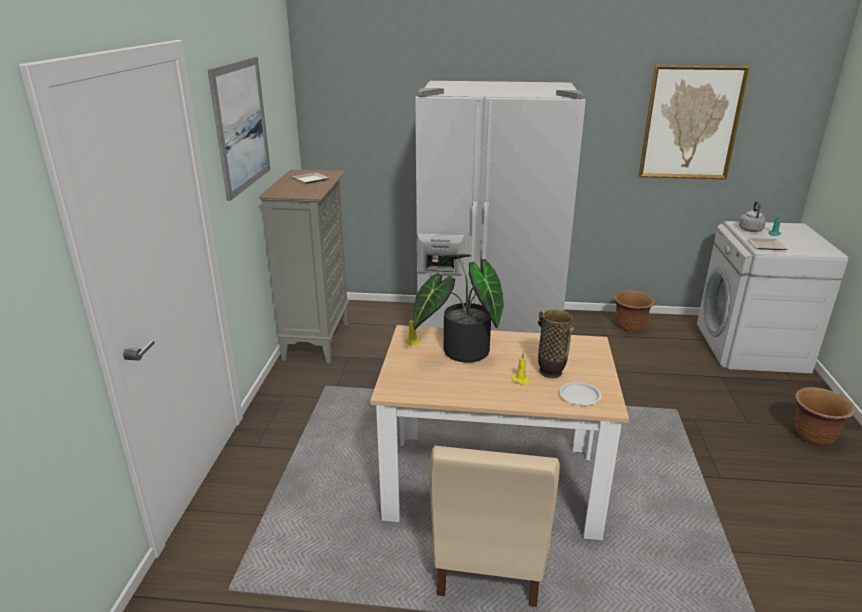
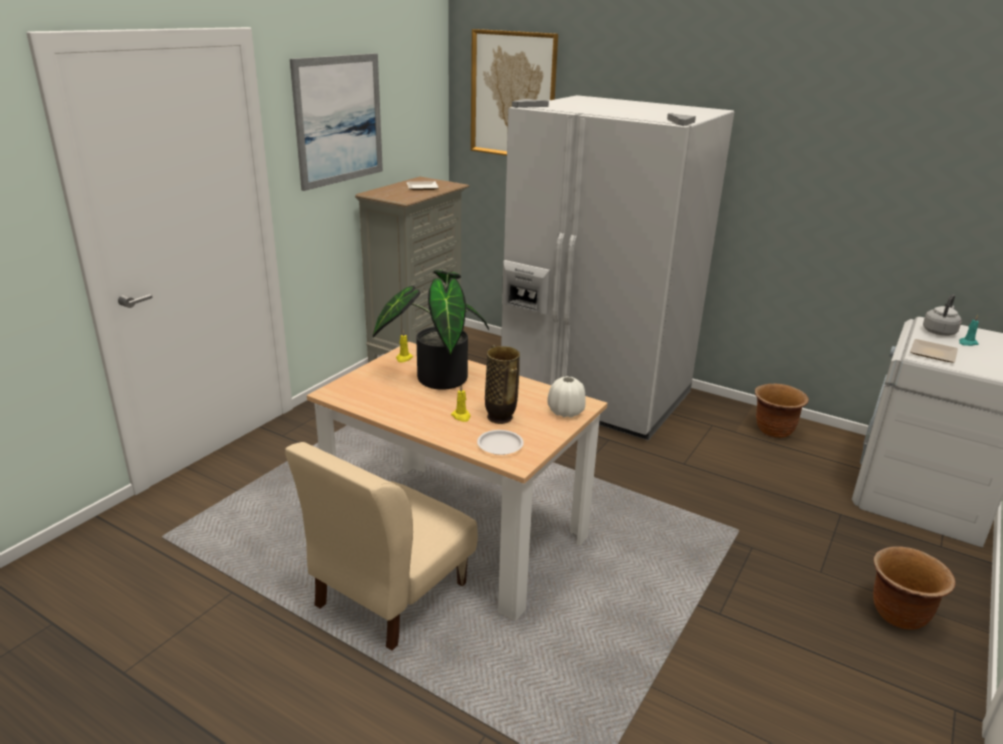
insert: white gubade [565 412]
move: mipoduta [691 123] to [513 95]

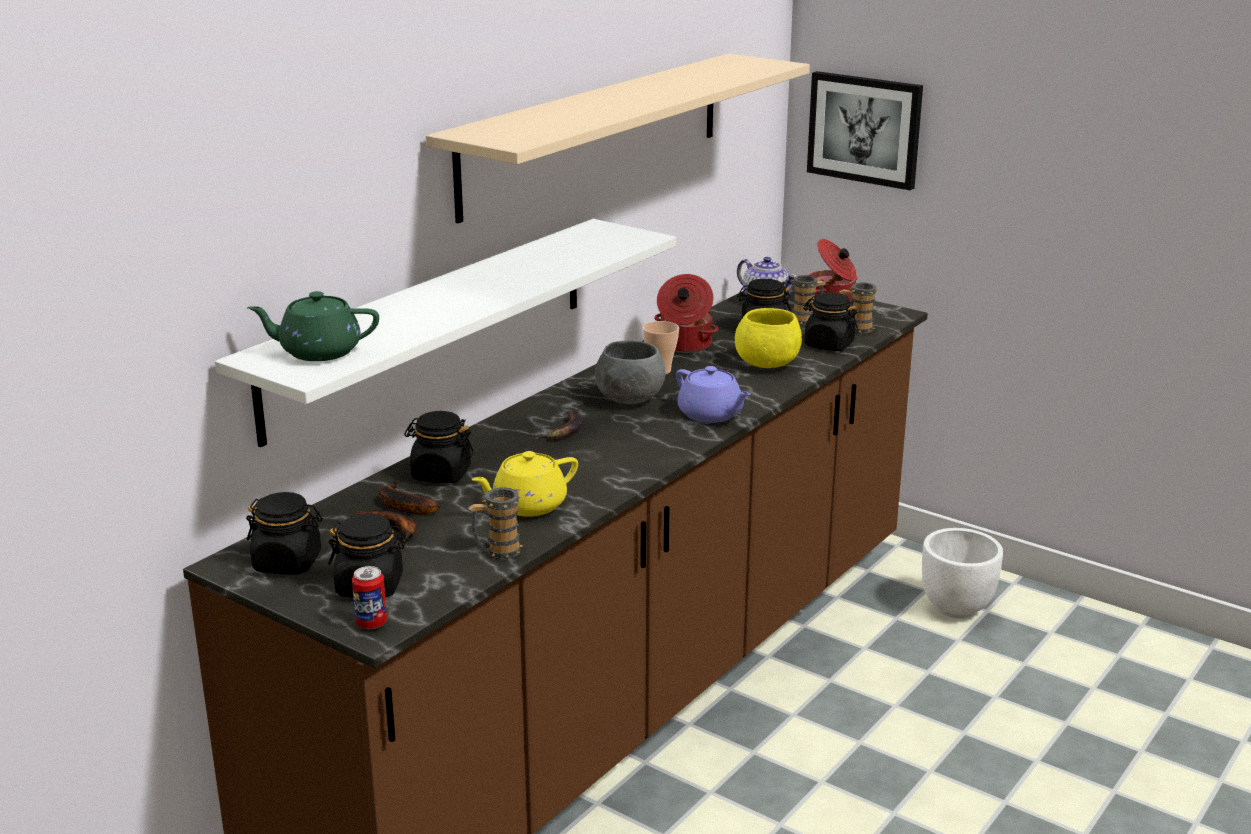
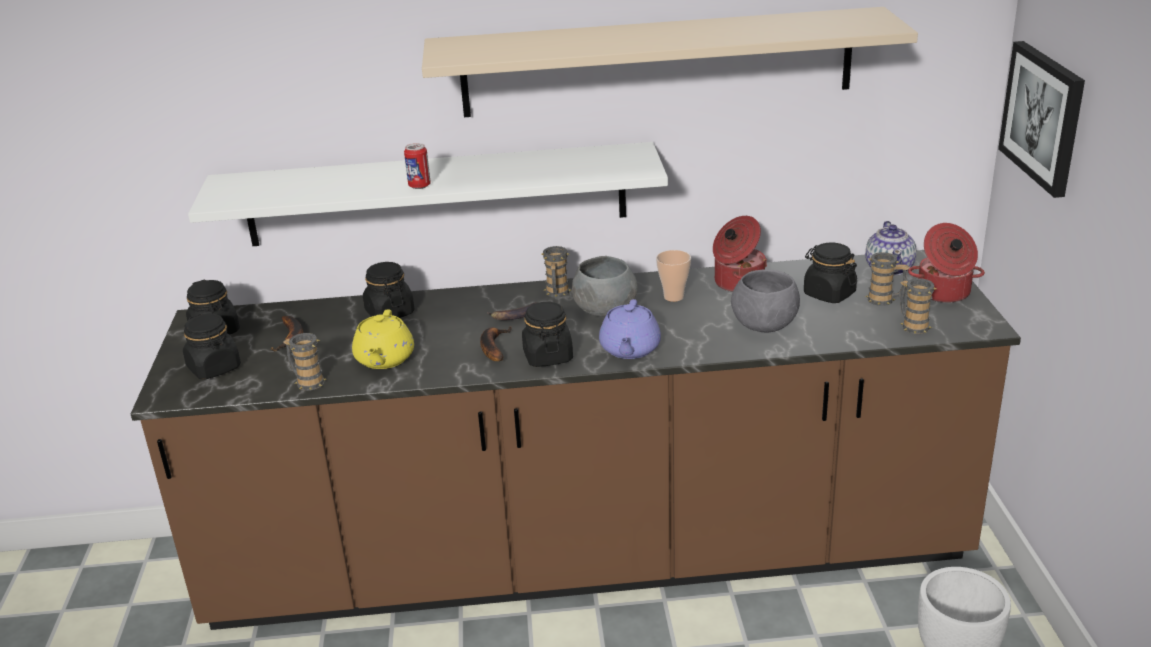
delete: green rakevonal [318 352]
insert: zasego [557 294]
move: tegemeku [371 623] to [419 186]; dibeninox [402 505] to [493 347]; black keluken [828 345] to [547 356]
recolor: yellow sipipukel [767 364] to grey sipipukel [764 326]
rotate: yellow rakevonal [527 505] = [384 359] 105 degrees counterclockwise

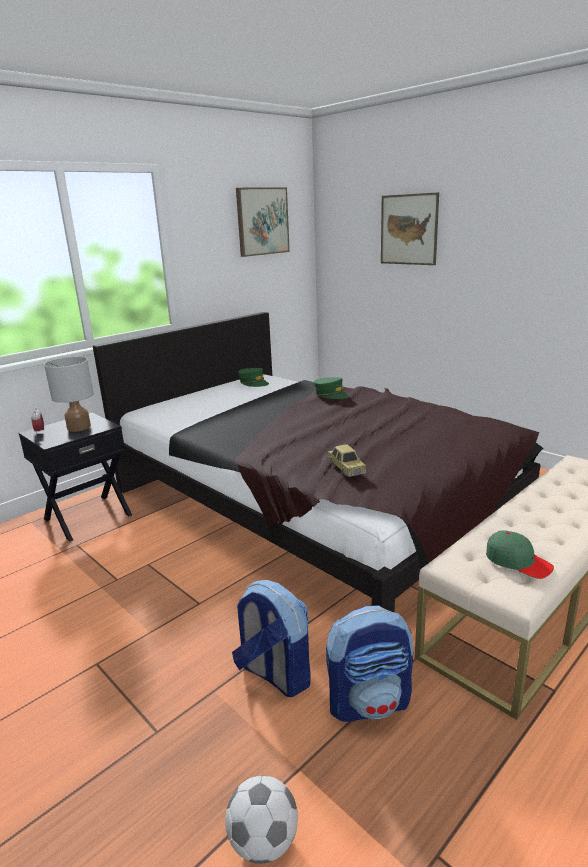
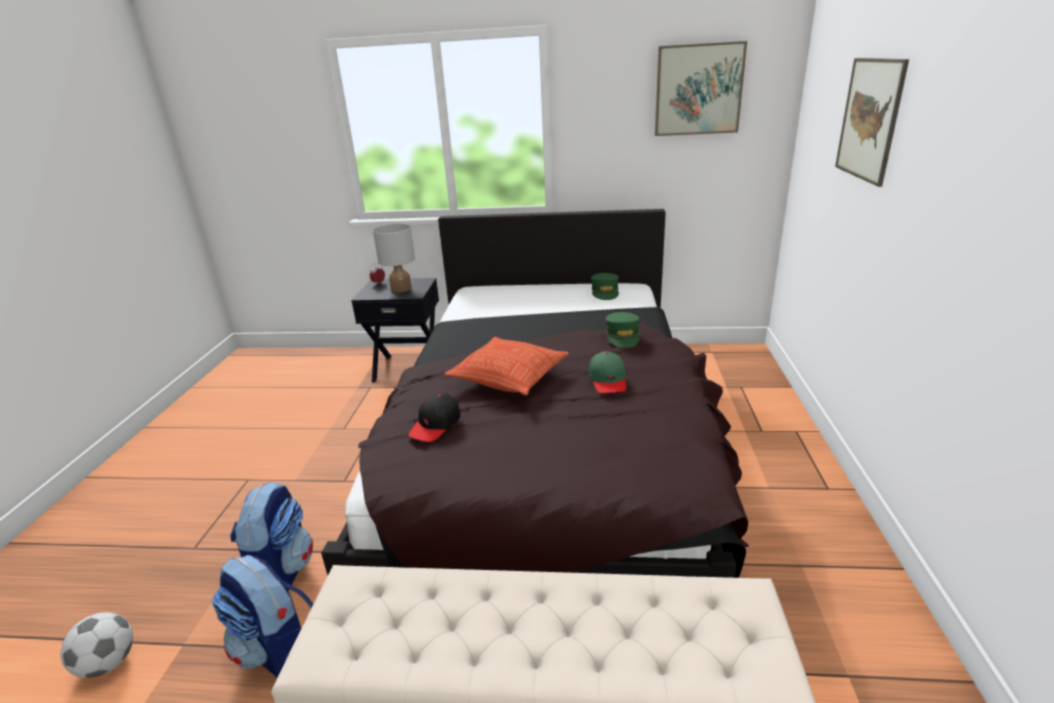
insert: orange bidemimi [509 378]
move: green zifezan [517 561] to [608 380]
replace: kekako [346 467] to black zifezan [435 425]

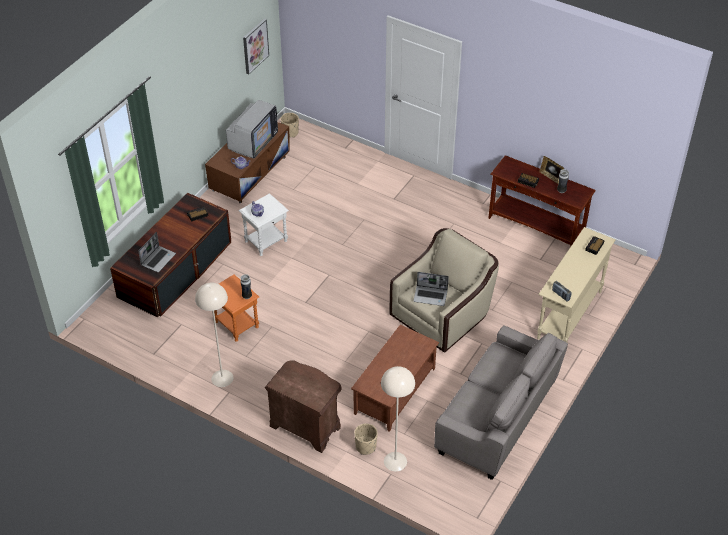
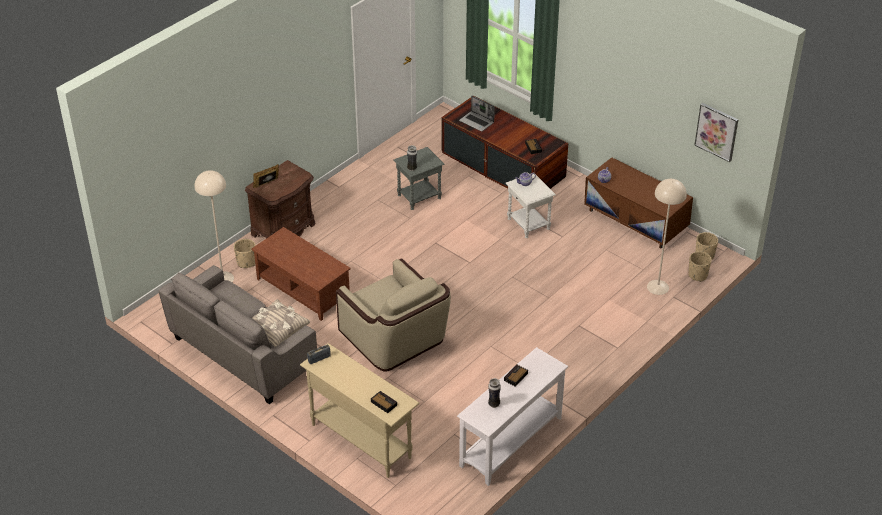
delete: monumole [253 142]; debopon [431 296]
insert: beige bidemimi [277 330]; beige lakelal [697 275]
move: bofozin [551 177] to [267 184]; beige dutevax [222 378] to [657 287]
recolor: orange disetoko [236 324] to grey disetoko [419 196]; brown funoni [536 226] to white funoni [511 442]

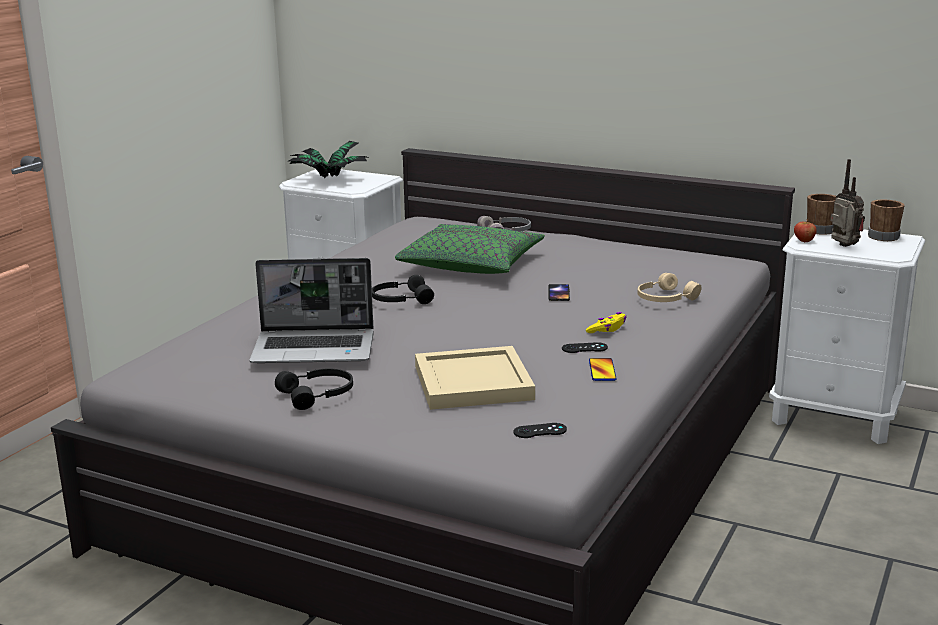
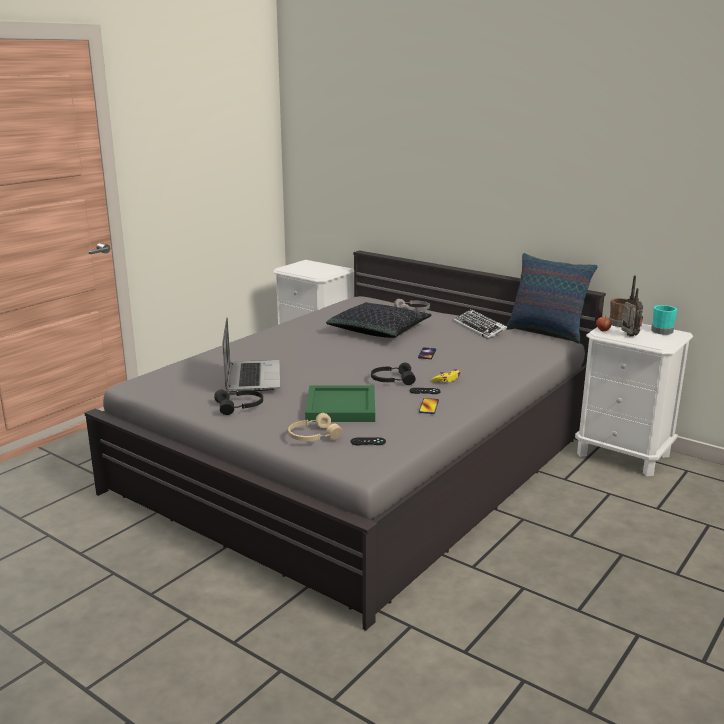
delete: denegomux [329 179]
insert: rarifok [479 328]; blue bidemimi [546 333]
move: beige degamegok [664 299] to [313 436]; black degamegok [400 300] to [392 380]
recolor: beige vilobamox [471 383] to green vilobamox [340 408]; green bidemimi [472 264] to black bidemimi [379 330]; brown zasego [885 236] to turquoise zasego [663 331]
rotate: debopon [315 349] = [252 377] 105 degrees counterclockwise

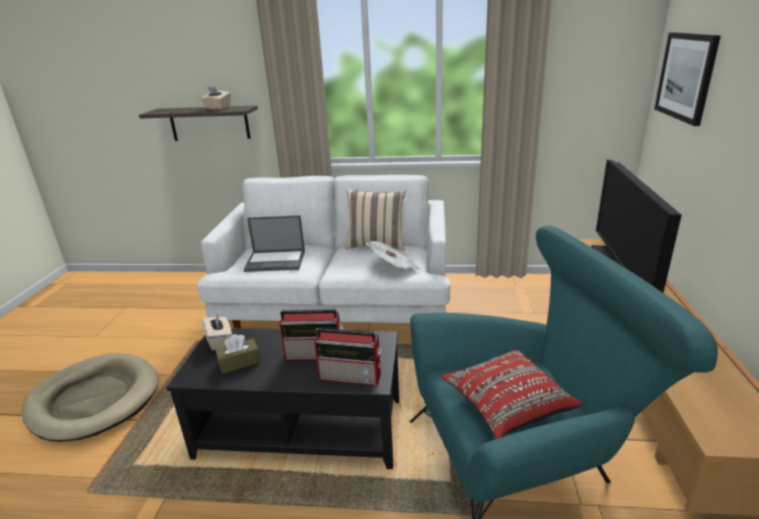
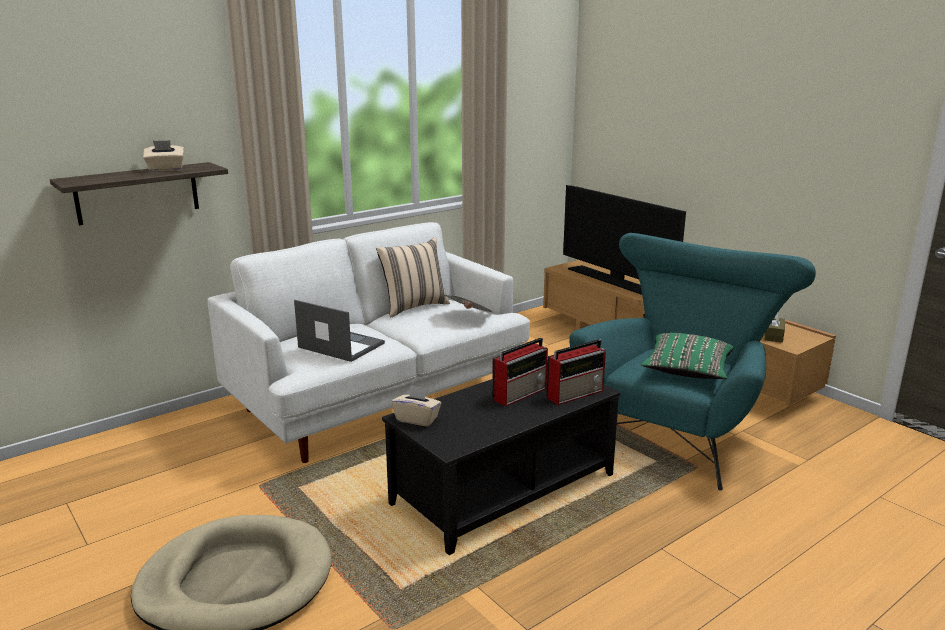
delete: mipoduta [686 76]
move: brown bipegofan [239 362] to [773 335]
recolor: red bidemimi [507 406] to green bidemimi [687 371]
rotate: debopon [276 261] = [340 345] 105 degrees counterclockwise

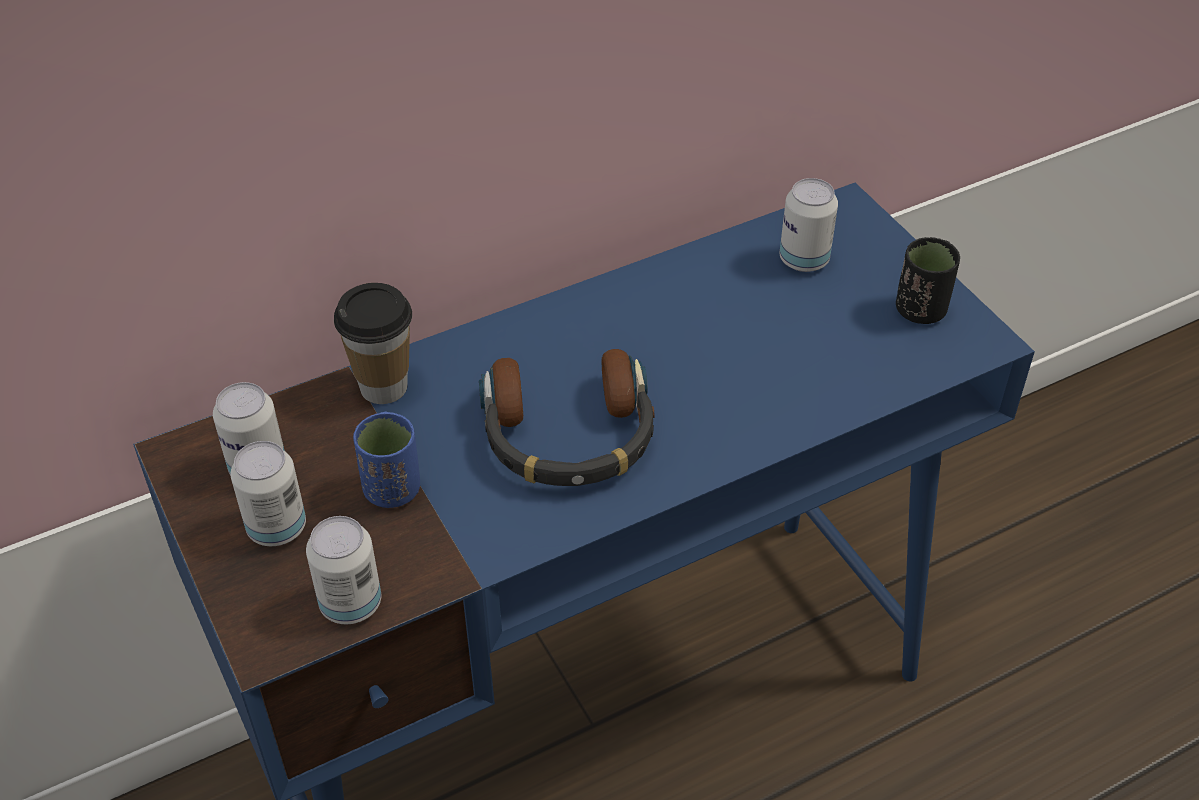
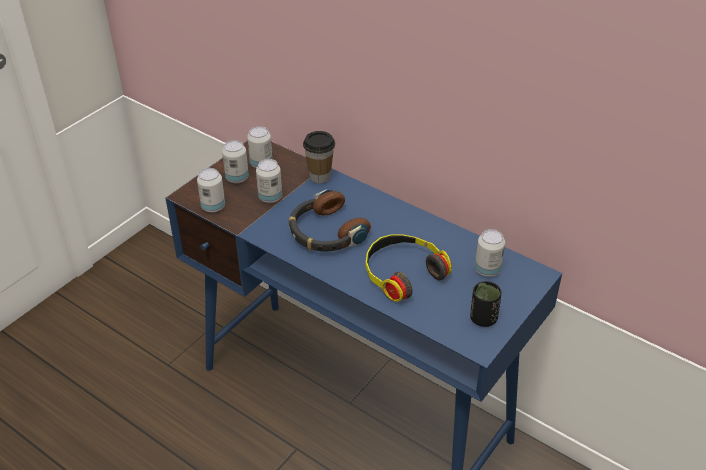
insert: degamegok [402 272]
replace: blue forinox [392 490] to tegemeku [270 197]

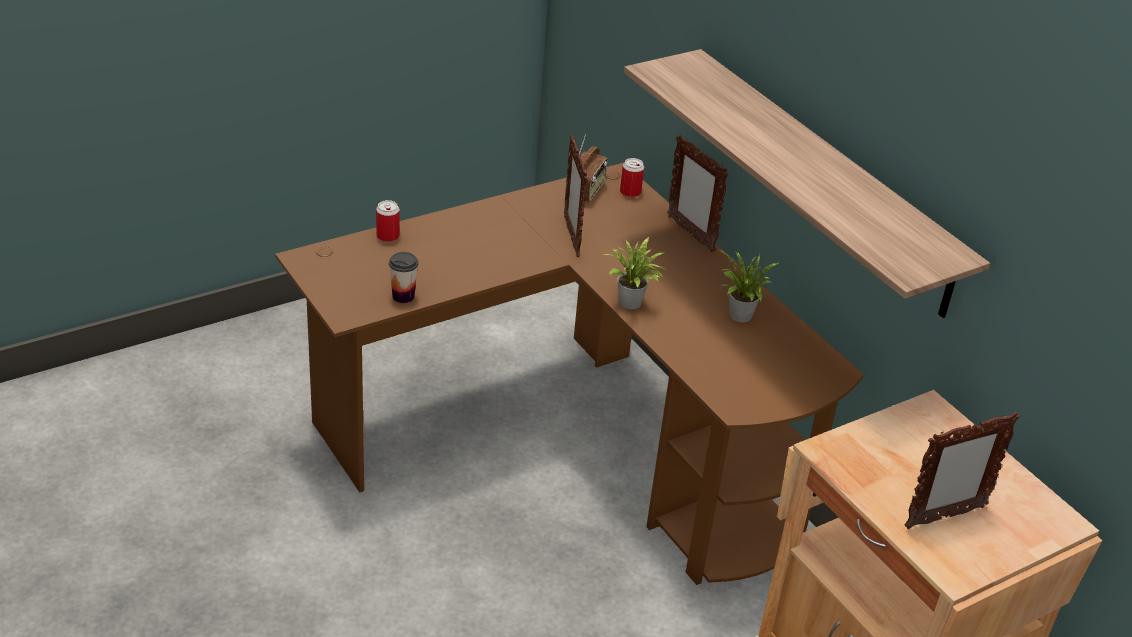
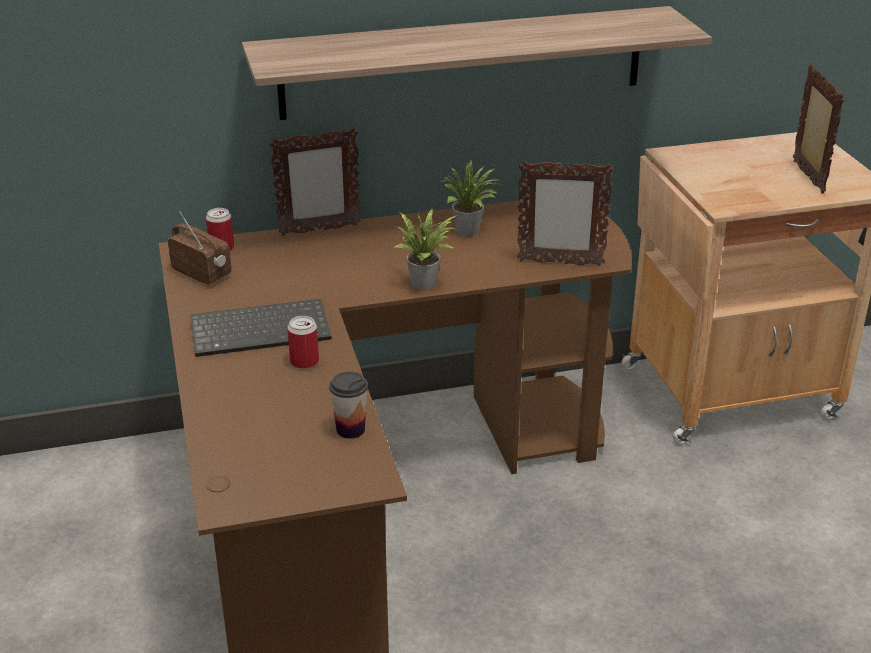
insert: rarifok [262 329]
move: tegemeku [387 236] to [304 362]; bofozin [571 236] to [559 263]

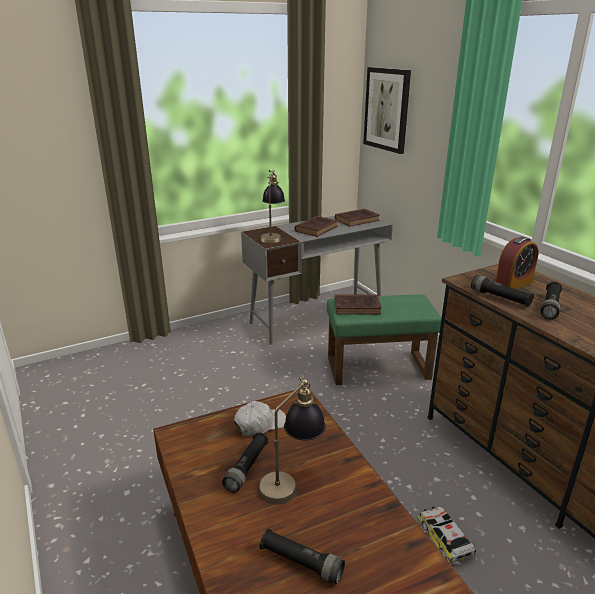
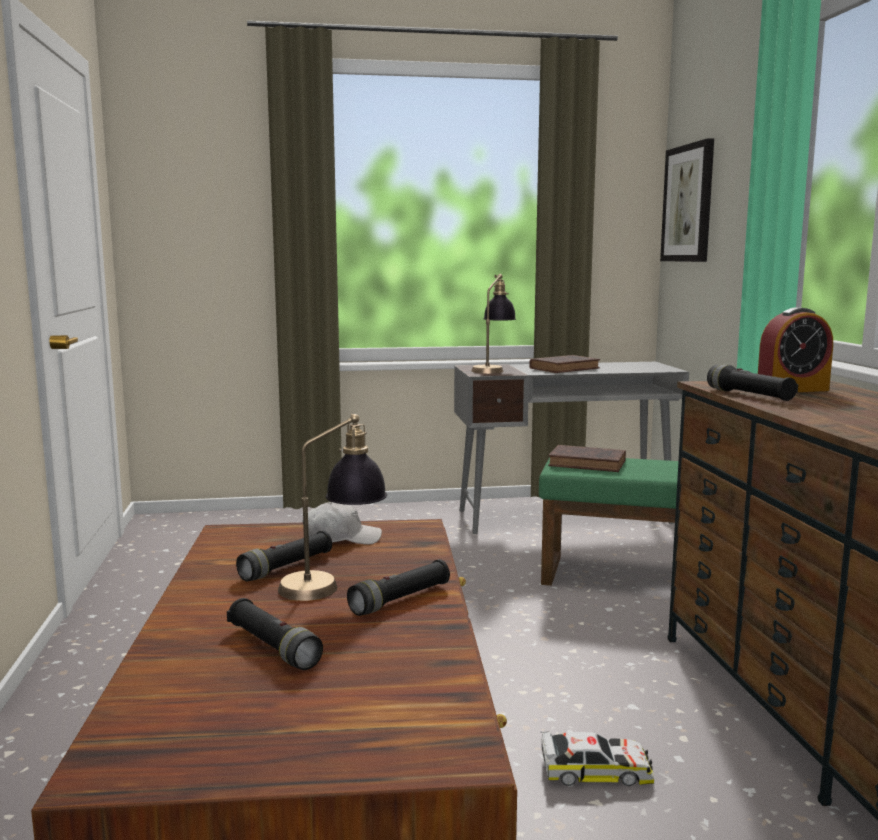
delete: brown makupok [358 220]
move: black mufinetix [550 307] to [400 600]
rotate: kekako [444 537] = [595 771] 90 degrees clockwise

